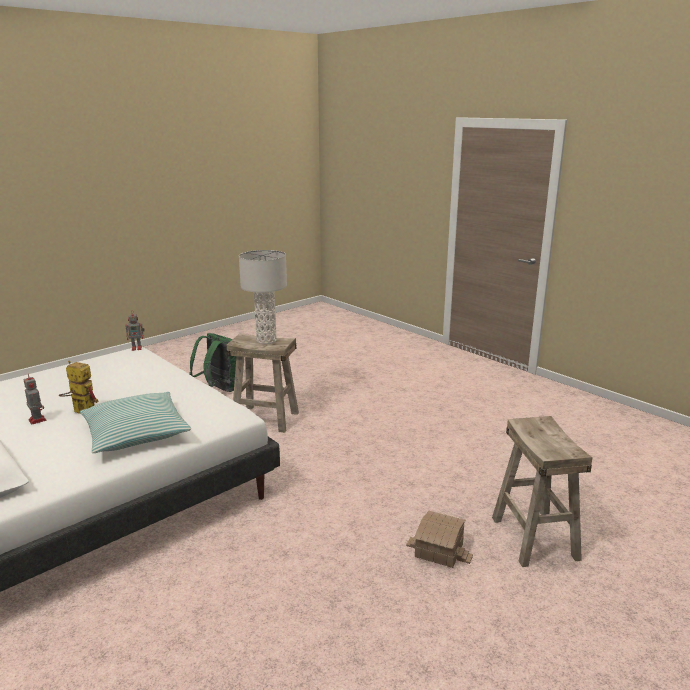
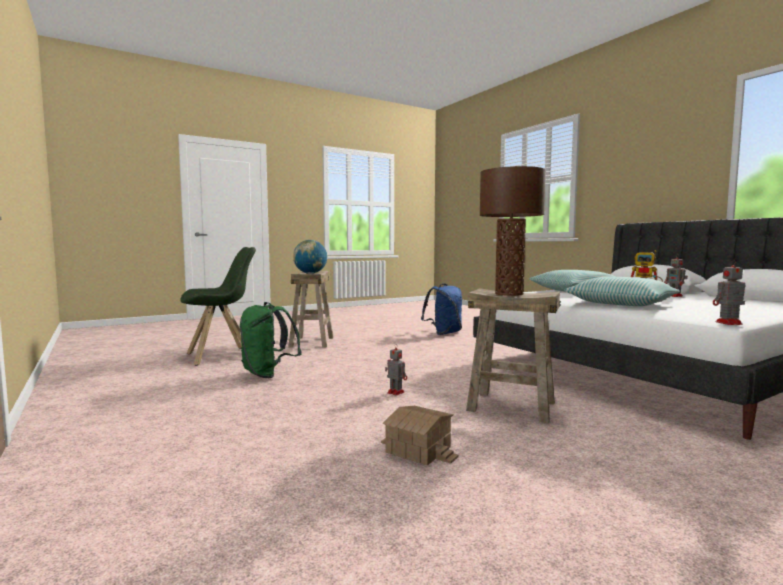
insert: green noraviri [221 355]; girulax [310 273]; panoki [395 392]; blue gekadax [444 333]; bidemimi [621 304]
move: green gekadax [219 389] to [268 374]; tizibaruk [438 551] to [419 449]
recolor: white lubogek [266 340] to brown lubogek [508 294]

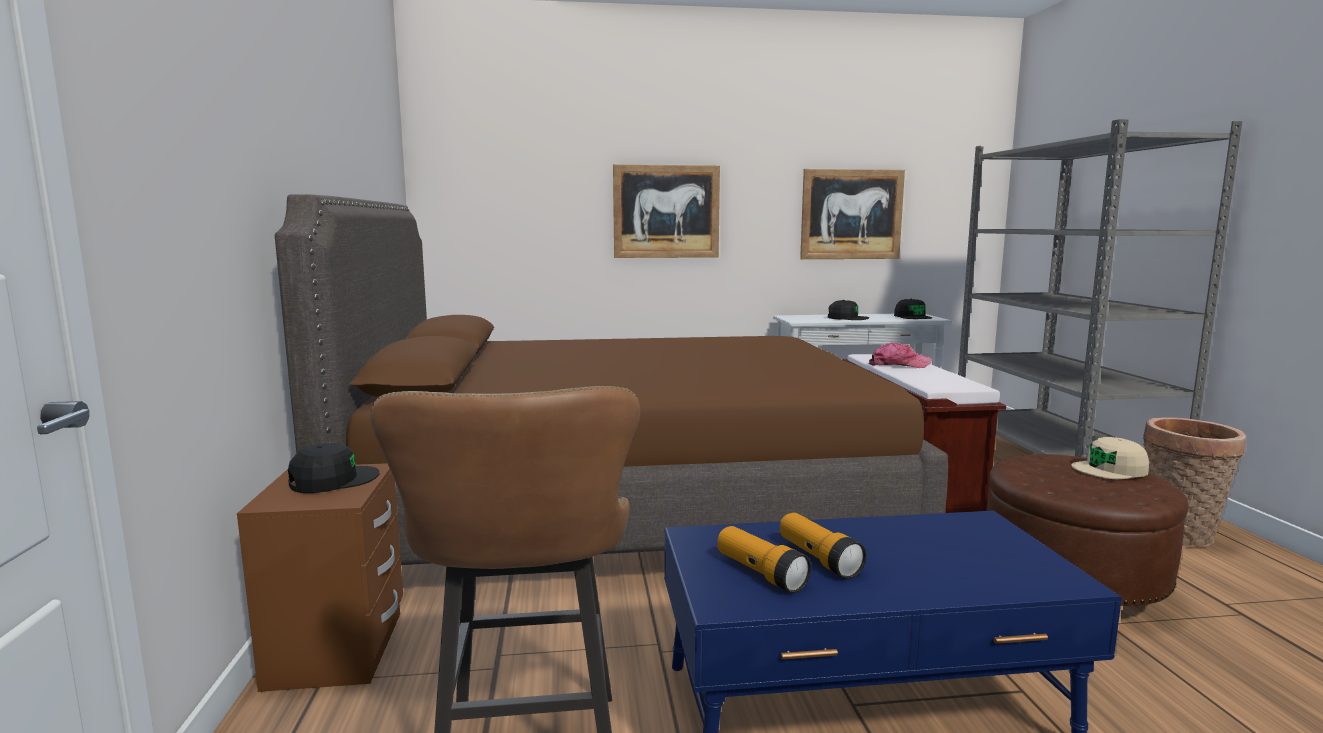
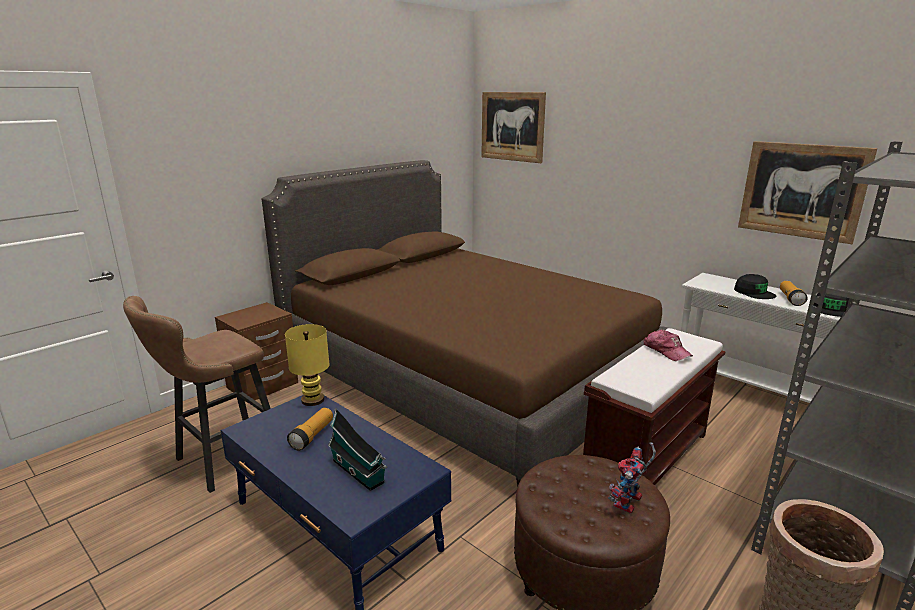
delete: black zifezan [333 480]
insert: yellow lubogek [313 400]; tizibaruk [359 473]
move: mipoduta [666 211] to [512 126]; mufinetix [760 573] to [790 299]
replace: beige zifezan [1110 469] to panoki [629 504]

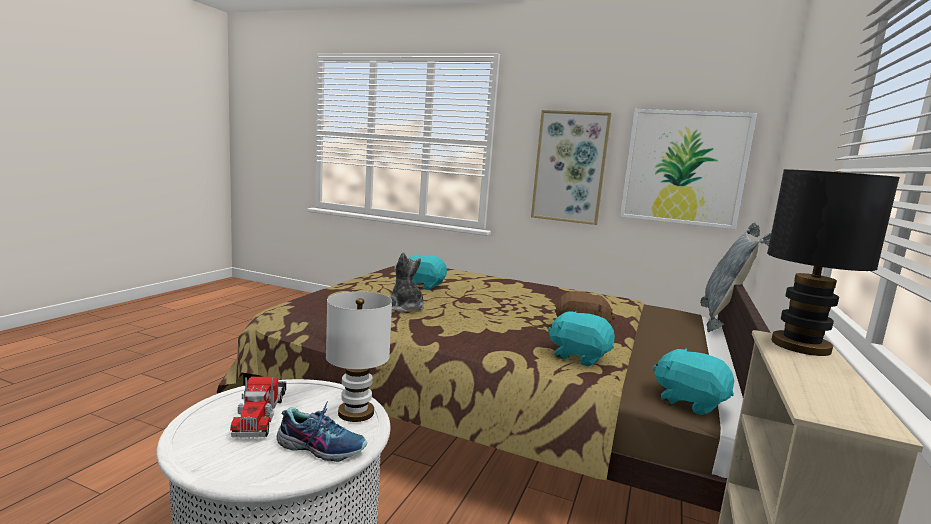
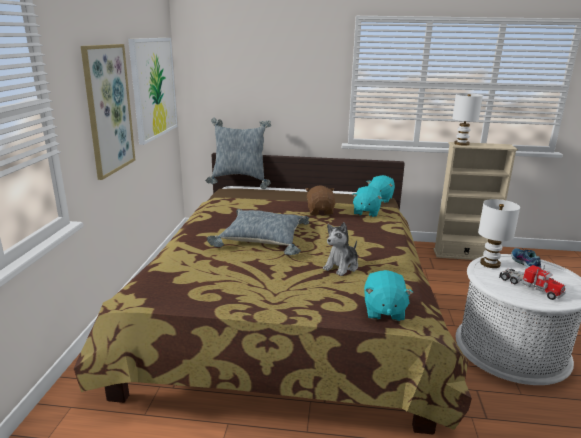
insert: bidemimi [262 236]
move: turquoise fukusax [423 285] to [383 311]
recolor: black lubogek [802 346] to white lubogek [461 143]
rotate: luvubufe [261 414] = [530 287] 75 degrees clockwise

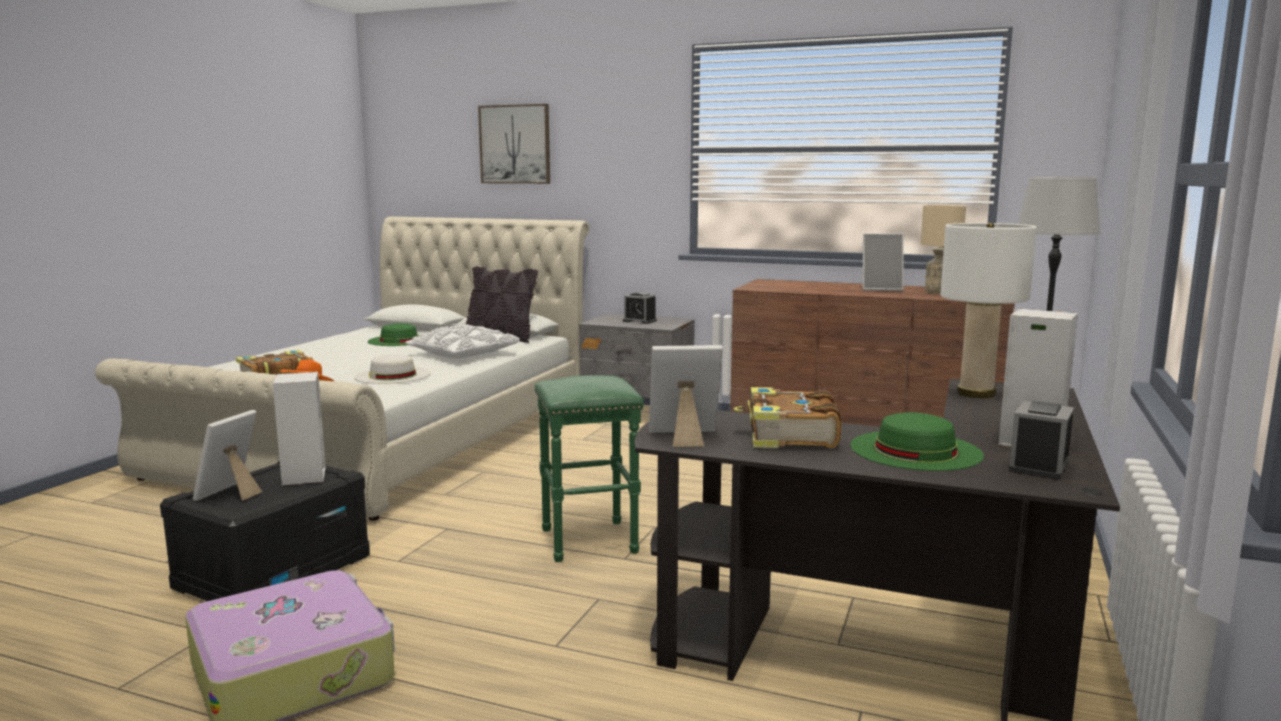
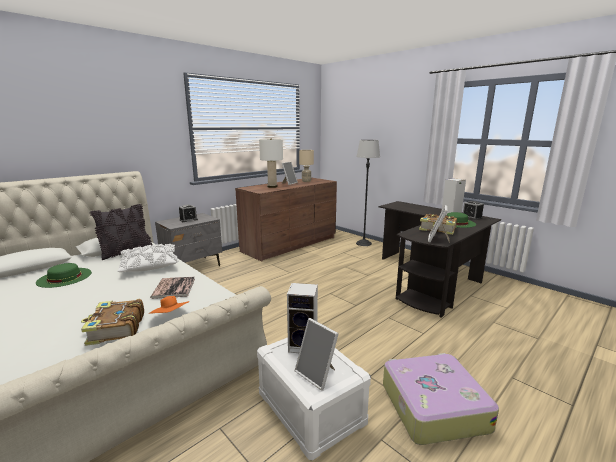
delete: mipoduta [515 144]; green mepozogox [586 540]
move: white lubogek [975 393] to [272 186]
replace: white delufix [392 375] to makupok [174 288]
recolor: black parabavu [274 572] to white parabavu [309 408]

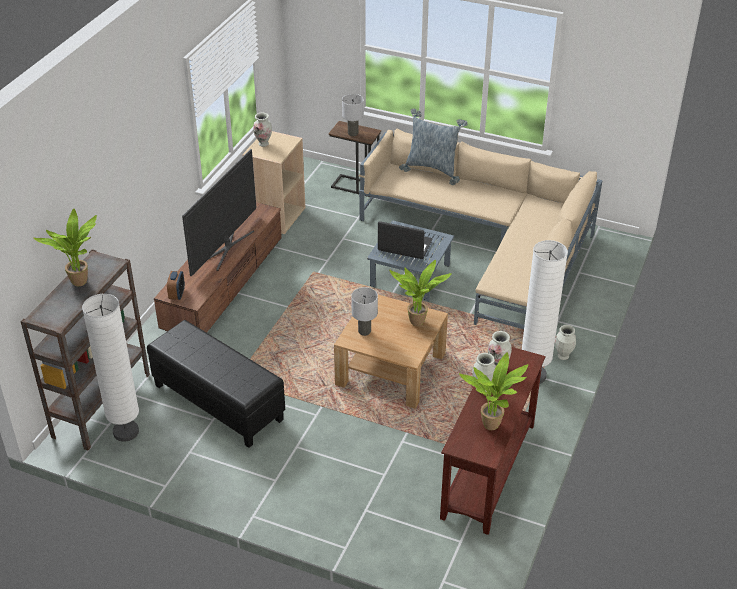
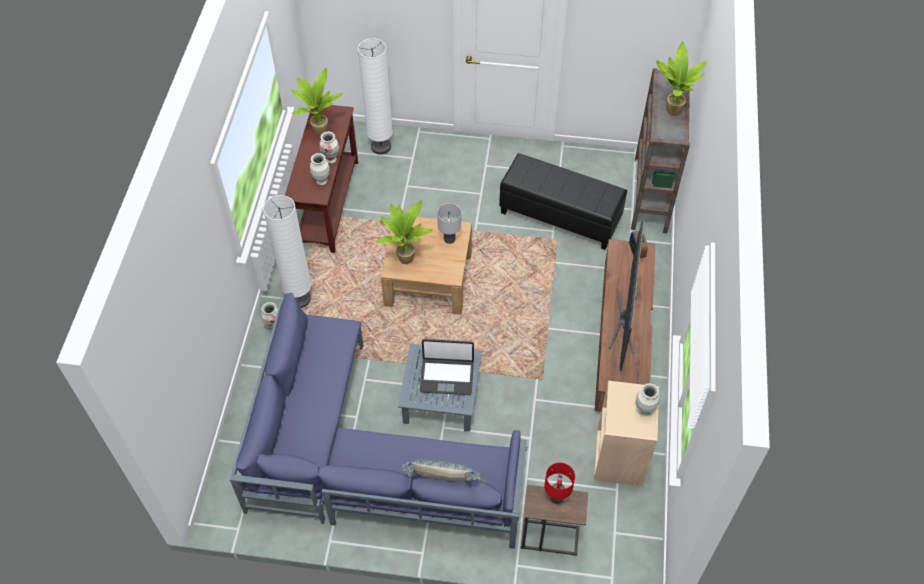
move: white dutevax [126 432] to [381 147]
recolor: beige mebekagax [478 253] to blue mebekagax [374 448]; white lubogek [352 133] to red lubogek [557 498]

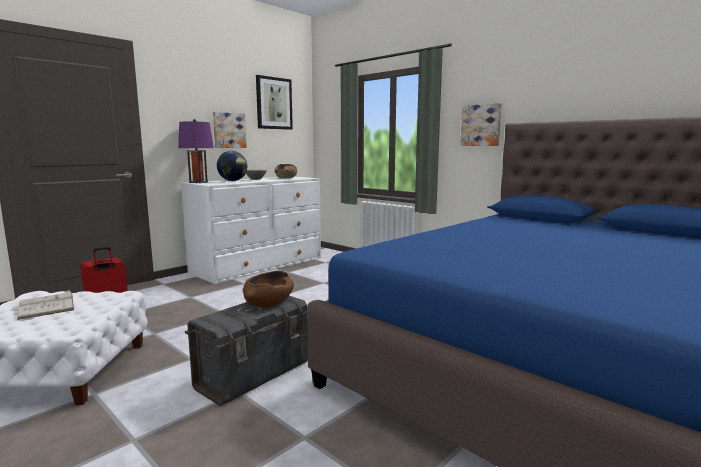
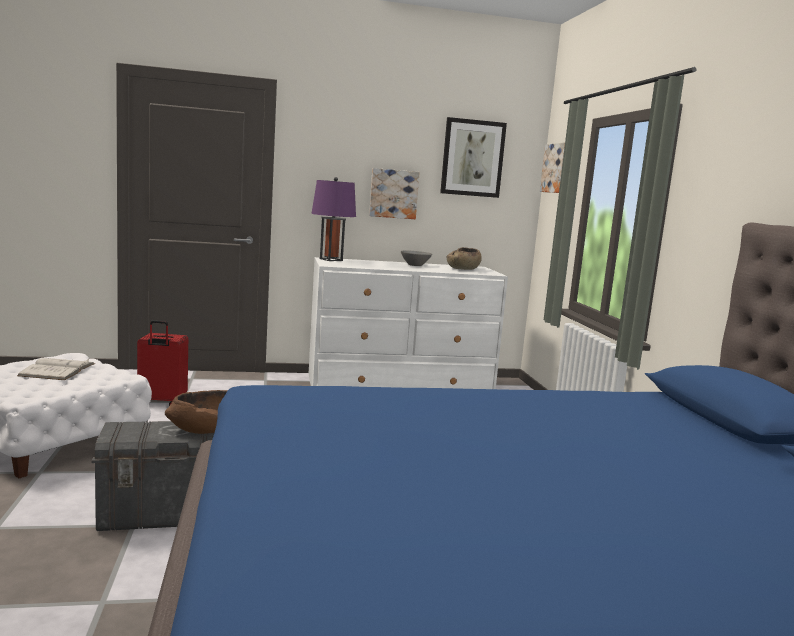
delete: girulax [233 181]
move: mipoduta [481 125] to [556 168]

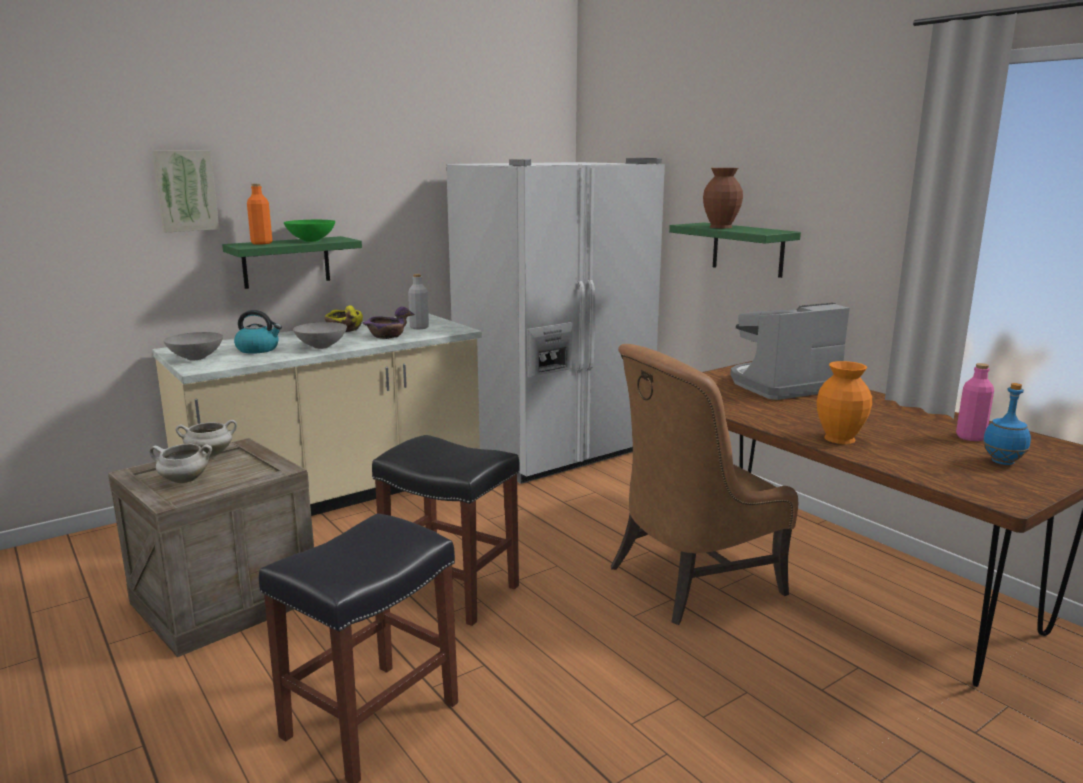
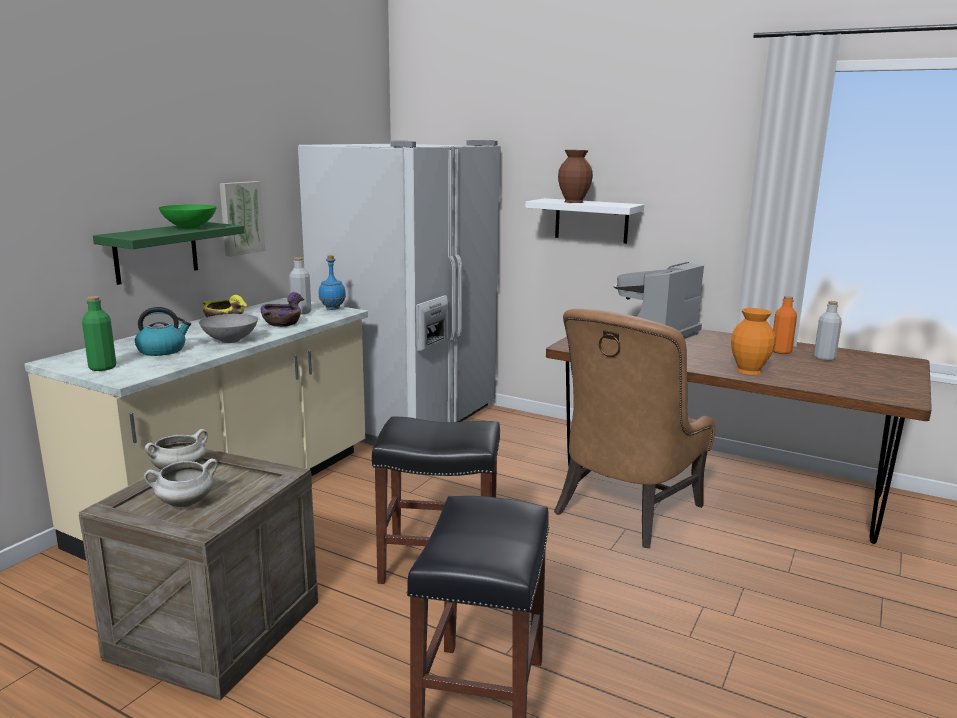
move: mipoduta [185 191] to [240 218]; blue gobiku [1002 462] to [332 309]; orange gobiku [261 243] to [781 351]
replace: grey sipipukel [195 358] to green gobiku [102 367]
recolor: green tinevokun [748 249] to white tinevokun [591 220]; pink gobiku [970 437] to grey gobiku [824 358]

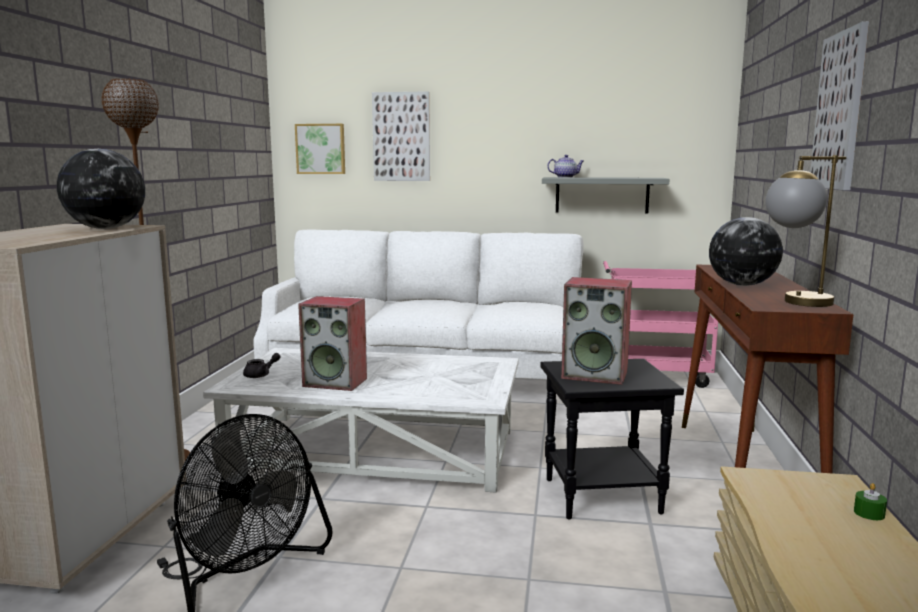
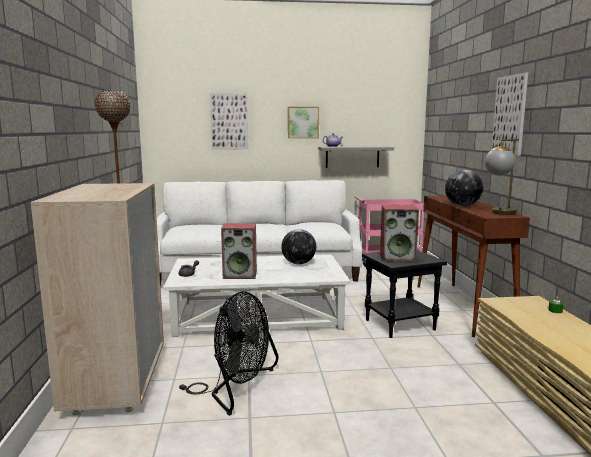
move: girulax [105 228] to [298 263]; mipoduta [321 149] to [303 122]

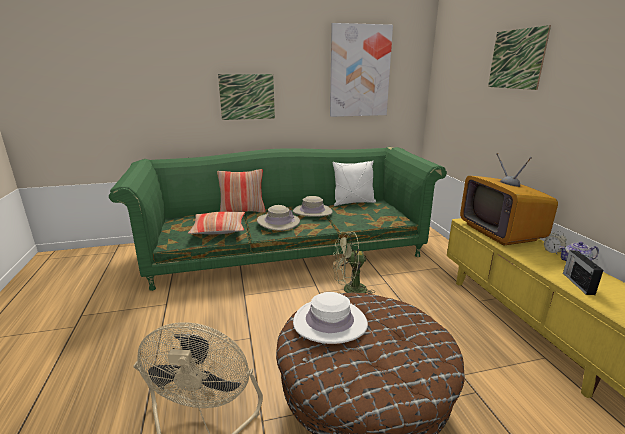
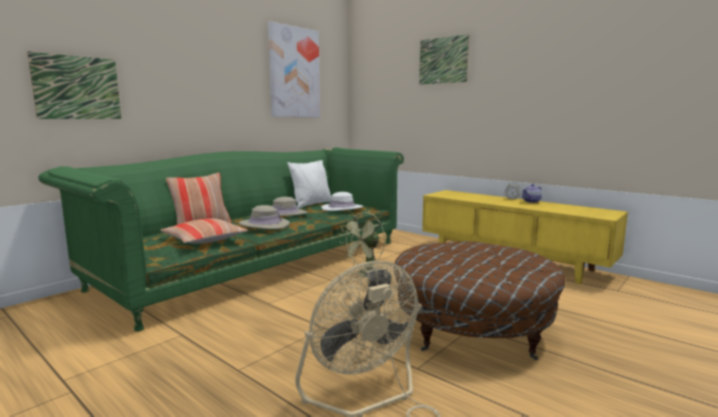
delete: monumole [500 232]; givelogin [577 283]
move: mipoduta [247 97] to [77 87]; white delufix [330 322] to [342 208]

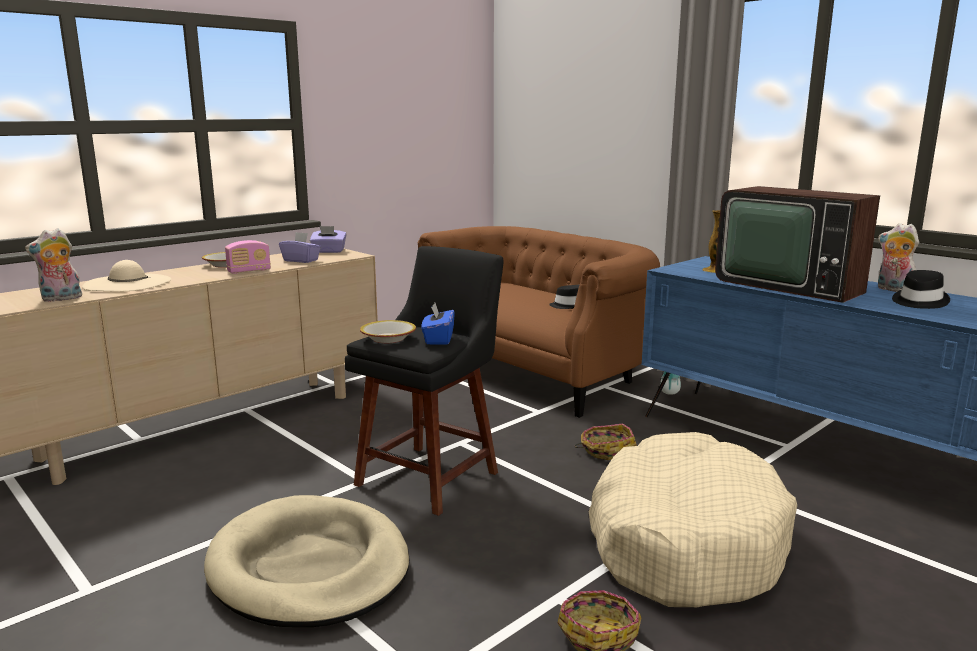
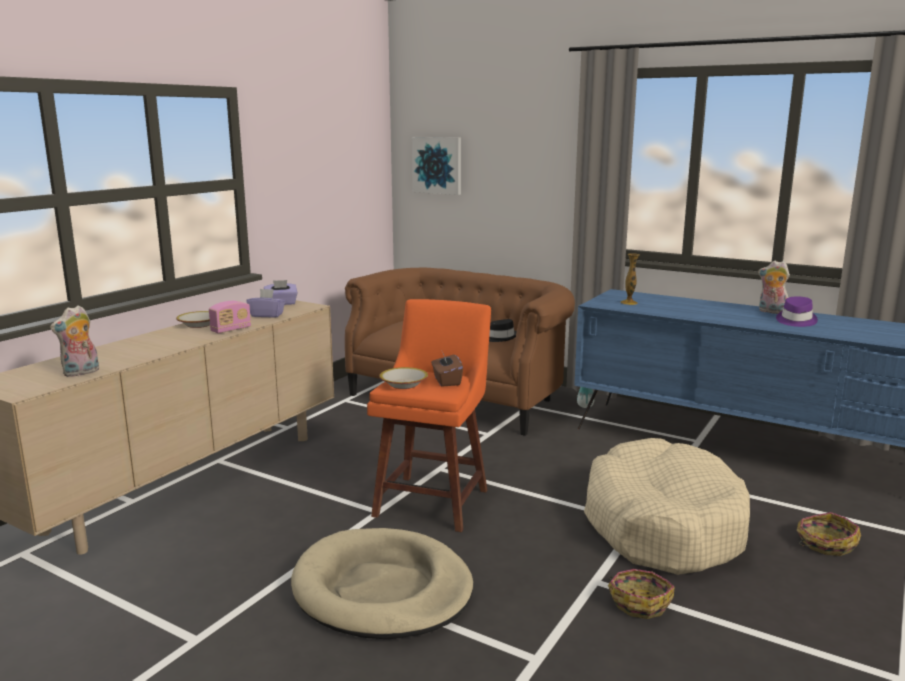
delete: beige delufix [127 283]; monumole [790 284]
insert: mipoduta [437 165]
move: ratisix [606 450] to [825 544]
recolor: black mepozogox [432 476] to orange mepozogox [434 500]; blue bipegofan [438 339] to brown bipegofan [446 381]; black delufix [918 301] to purple delufix [795 321]

